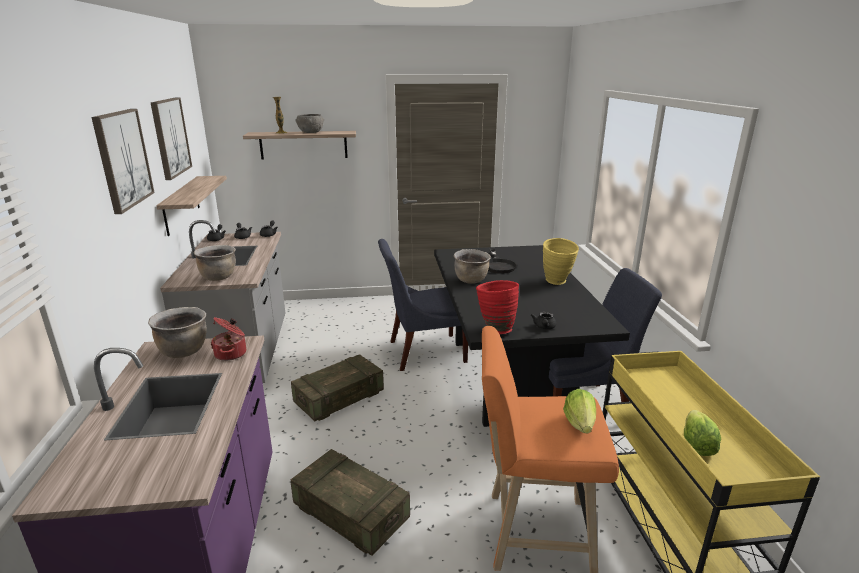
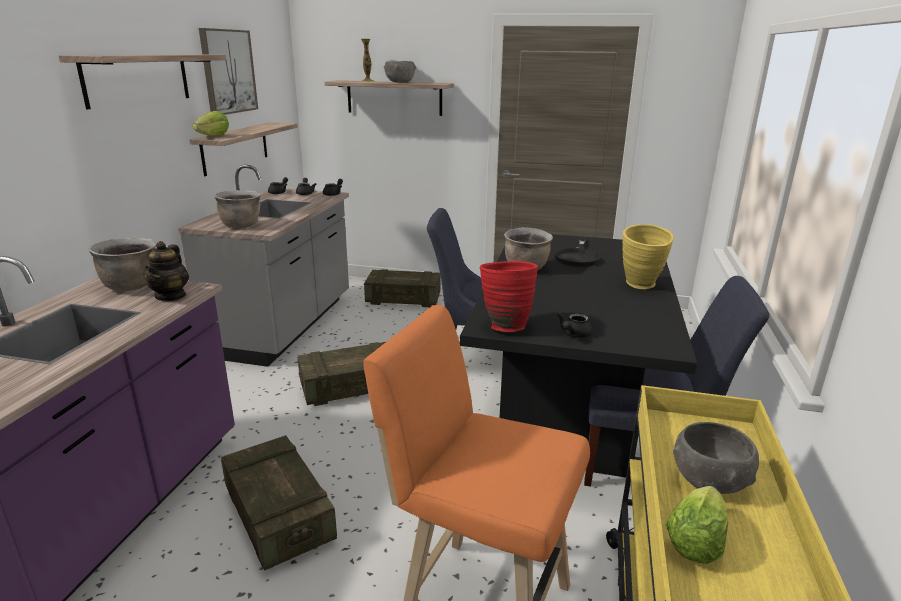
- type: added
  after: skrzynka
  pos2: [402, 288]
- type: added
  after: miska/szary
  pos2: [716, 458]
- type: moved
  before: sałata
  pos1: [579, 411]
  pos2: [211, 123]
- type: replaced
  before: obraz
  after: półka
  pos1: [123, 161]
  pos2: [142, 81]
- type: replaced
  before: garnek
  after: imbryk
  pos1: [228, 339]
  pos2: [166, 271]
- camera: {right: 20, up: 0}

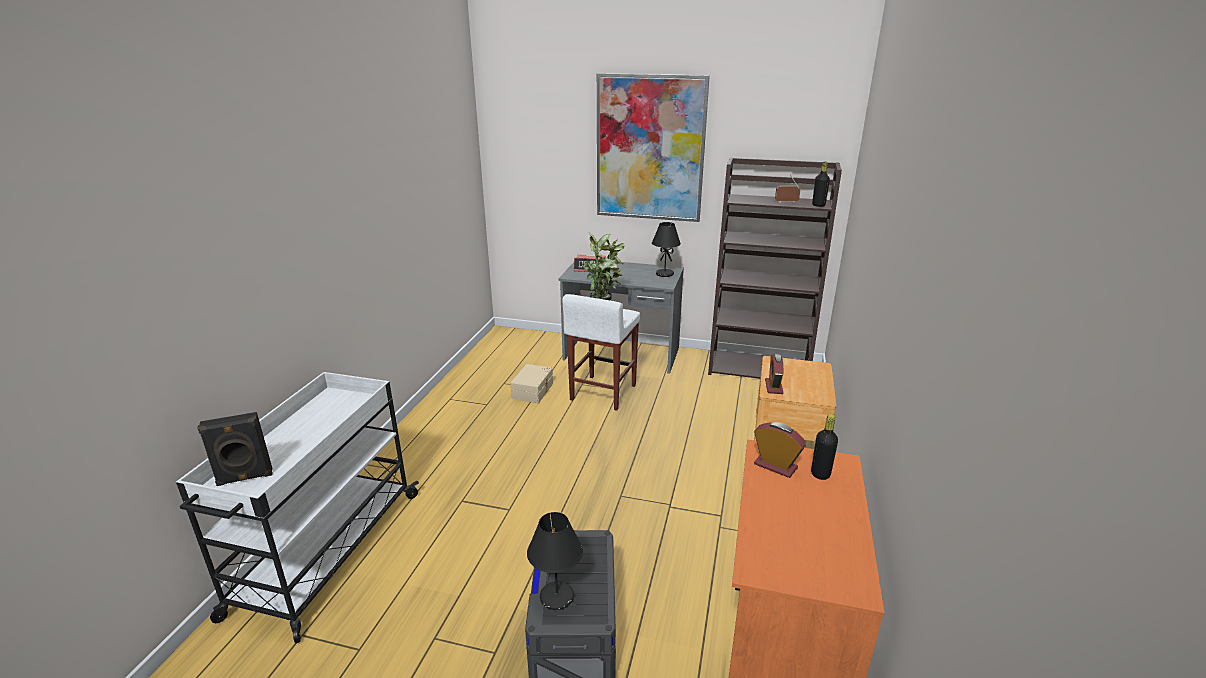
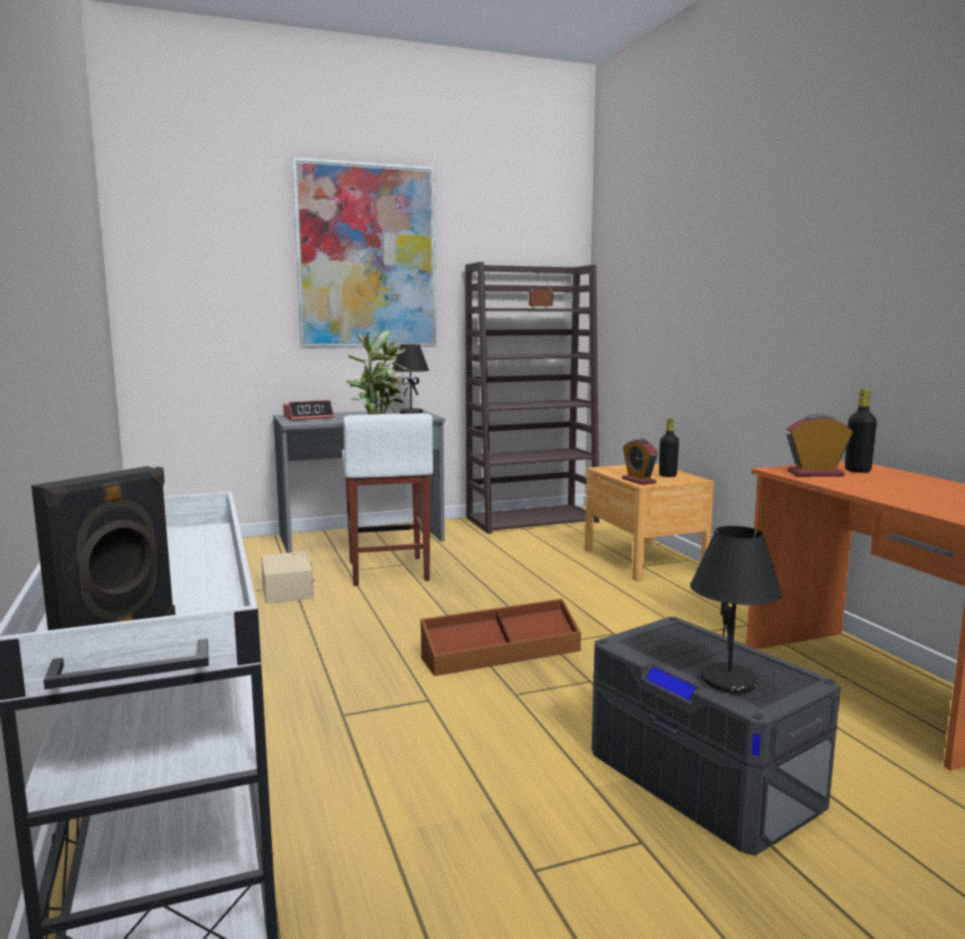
- type: added
  after: pojemnik do przechowywania/brązowy
  pos2: [501, 637]
- type: moved
  before: butelka/czarny
  pos1: [821, 184]
  pos2: [669, 447]
- camera: {right: -35, up: -15}

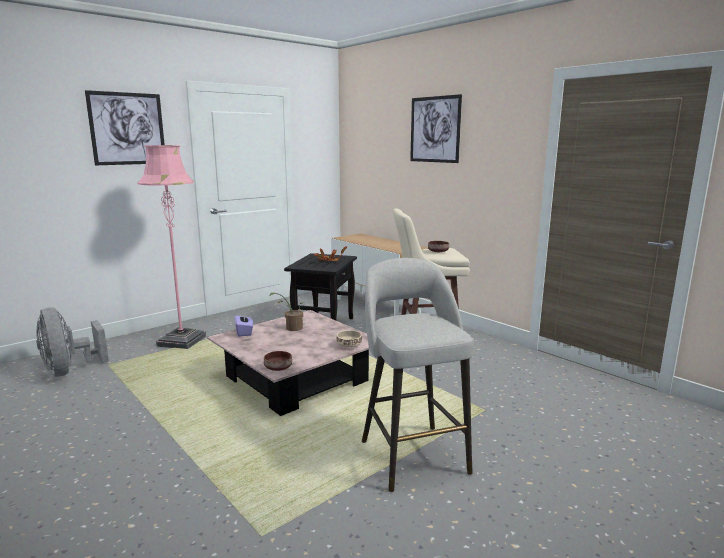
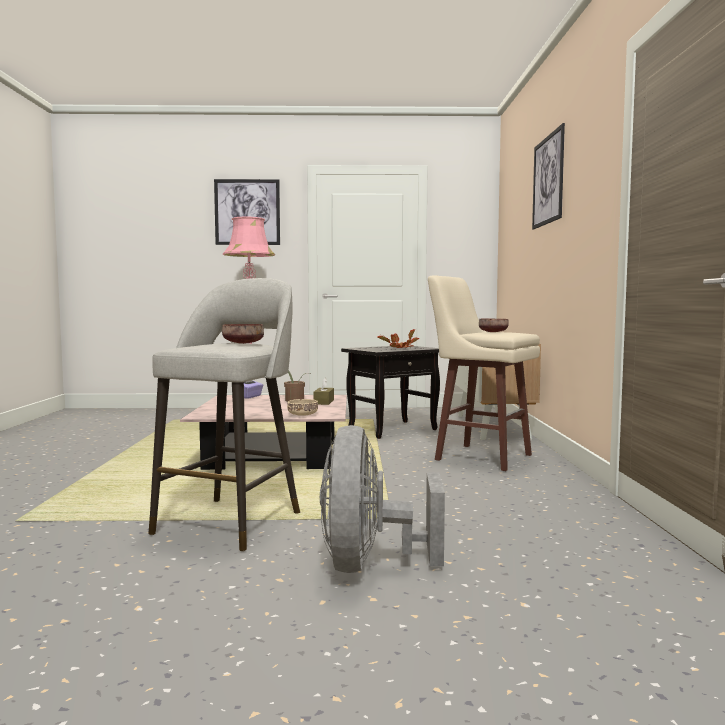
- type: added
  after: pudełko chusteczek/brązowy
  pos2: [323, 391]
- type: moved
  before: wentylator/szary
  pos1: [72, 342]
  pos2: [382, 499]
- type: moved
  before: miska/brązowy
  pos1: [278, 361]
  pos2: [243, 334]
- camera: {right: 40, up: -10}

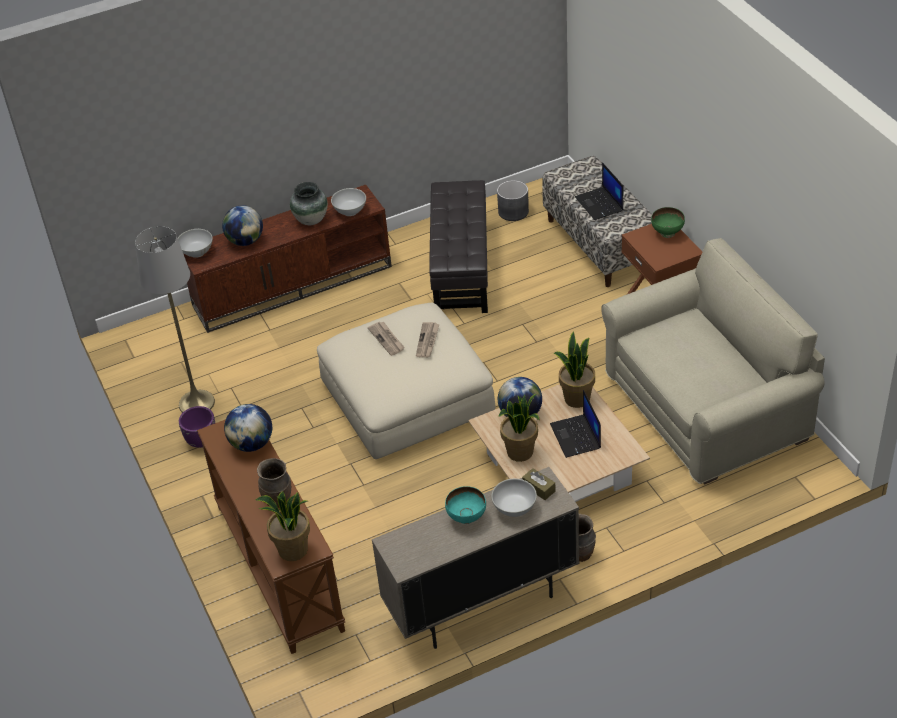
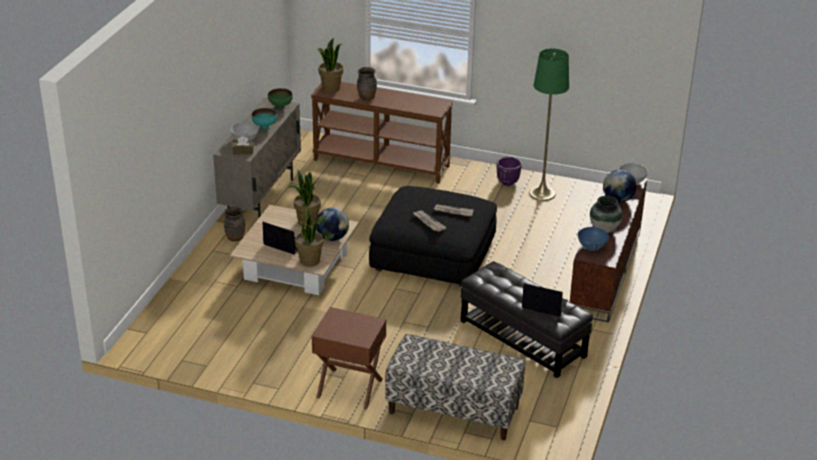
- type: removed
  before: globus
  pos1: [248, 428]
- type: removed
  before: donica/szary
  pos1: [513, 200]
- type: removed
  before: kanapa/beżowy
  pos1: [713, 361]
- type: moved
  before: laptop
  pos1: [599, 191]
  pos2: [545, 299]
- type: moved
  before: miska/zielony
  pos1: [668, 222]
  pos2: [280, 99]
- type: recoloured
  before: lampa stojąca/szary
  after: lampa stojąca/zielony
  pos1: [175, 319]
  pos2: [549, 124]
- type: recoloured
  before: pufa/beżowy
  after: pufa/czarny
  pos1: [406, 381]
  pos2: [433, 236]
- type: recoloured
  before: miska/biały
  after: miska/niebieski
  pos1: [348, 202]
  pos2: [593, 239]
- camera: {right: 130, up: -10}

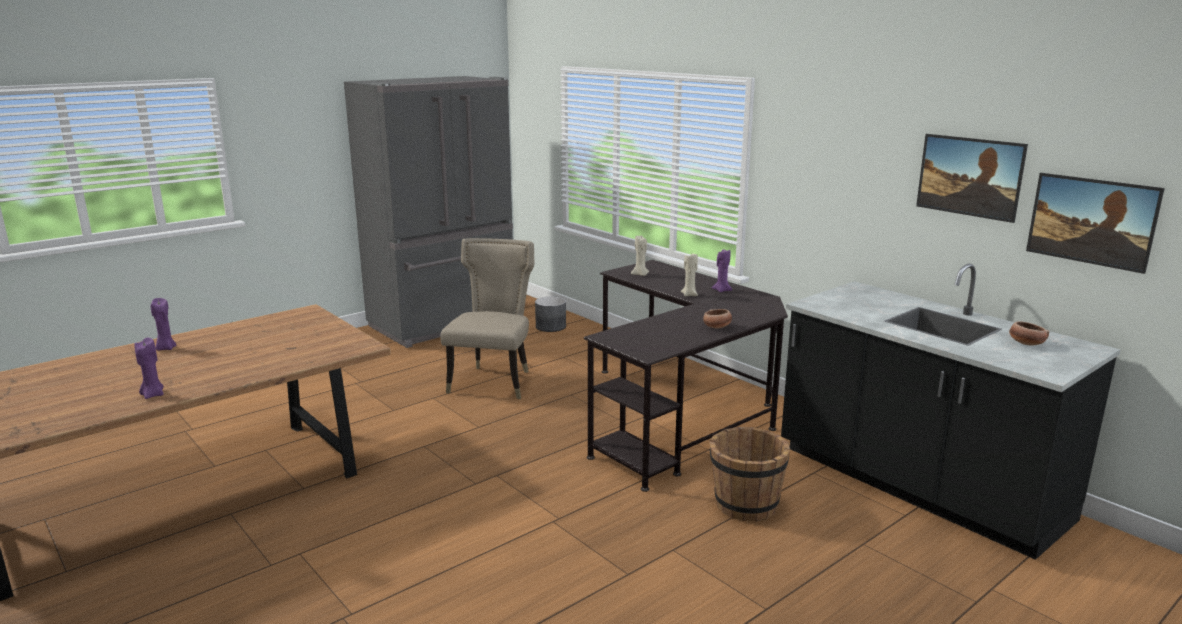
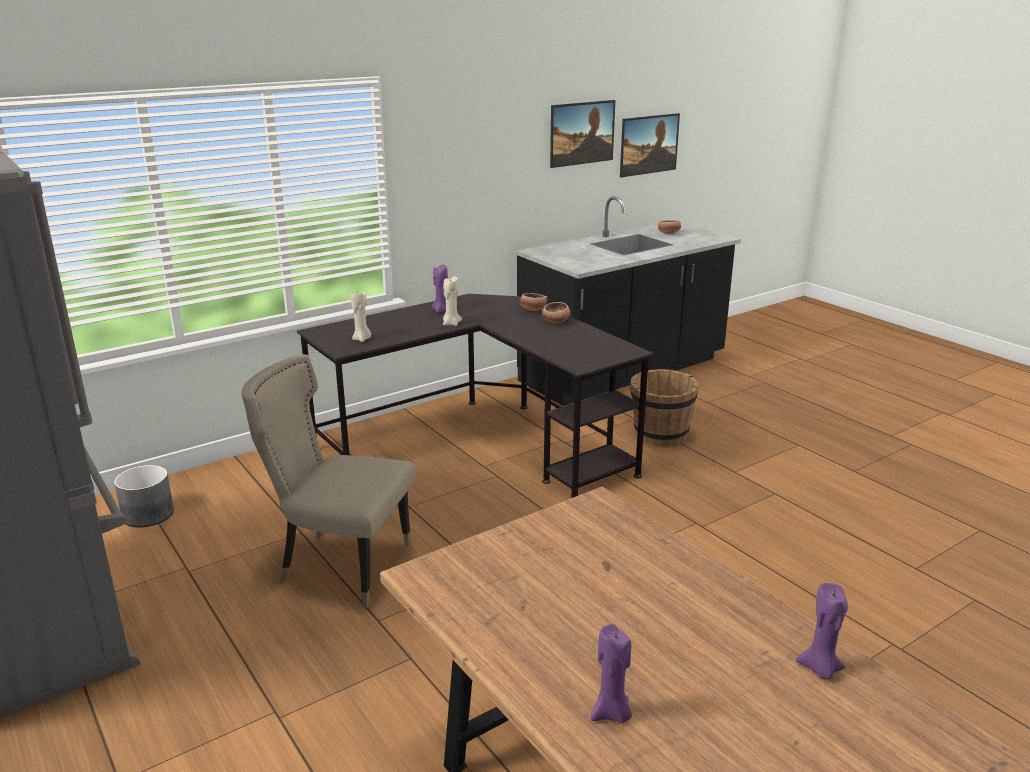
- type: added
  after: miska
  pos2: [533, 302]
- camera: {right: -85, up: 5}

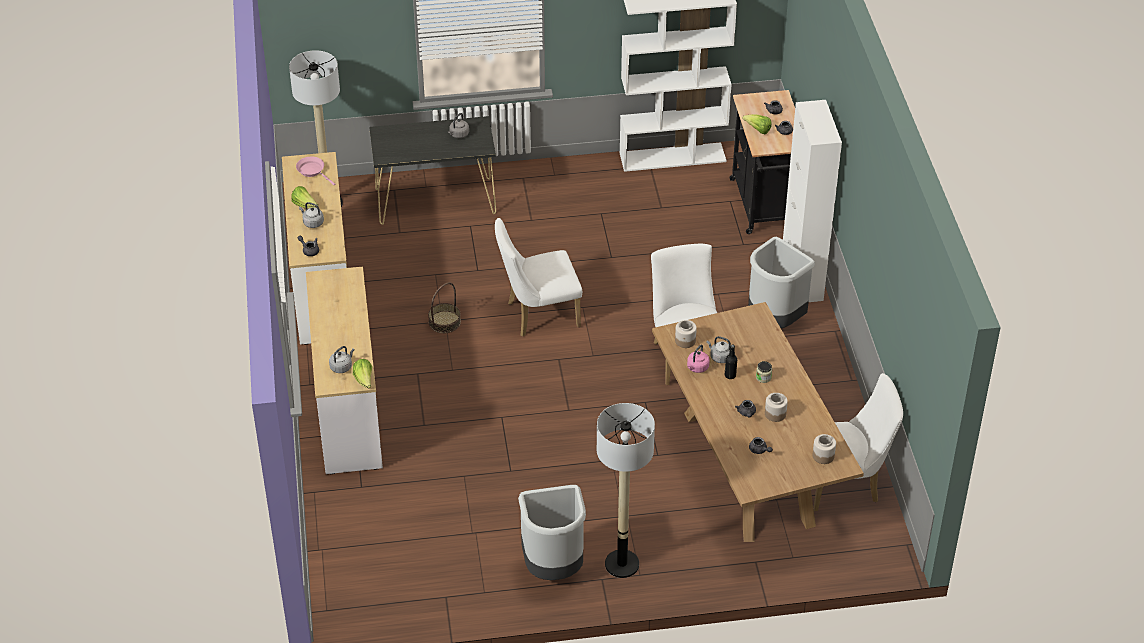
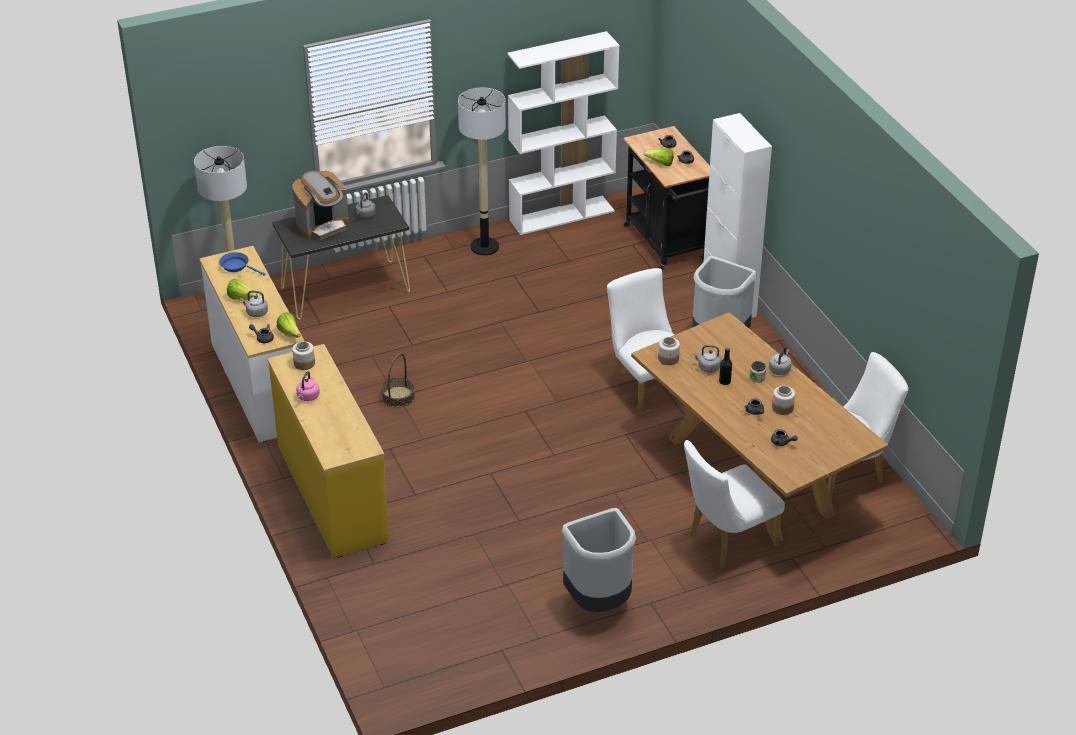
- type: added
  after: ekspres do kawy
  pos2: [320, 205]
- type: moved
  before: czajnik/szary
  pos1: [342, 359]
  pos2: [780, 361]
- type: moved
  before: sałata
  pos1: [362, 373]
  pos2: [289, 325]
- type: moved
  before: krzesło/biały
  pos1: [538, 277]
  pos2: [734, 504]
- type: moved
  before: lampa stojąca
  pos1: [626, 490]
  pos2: [482, 171]
- type: moved
  before: czajnik/różowy
  pos1: [698, 359]
  pos2: [308, 386]
- type: moved
  before: słoik
  pos1: [824, 449]
  pos2: [303, 355]
- type: recoloured
  before: patelnia/różowy
  after: patelnia/niebieski
  pos1: [315, 171]
  pos2: [242, 264]
- type: recoloured
  before: komoda/biały
  after: komoda/żółty
  pos1: [344, 370]
  pos2: [328, 451]
- camera: {right: -15, up: -5}

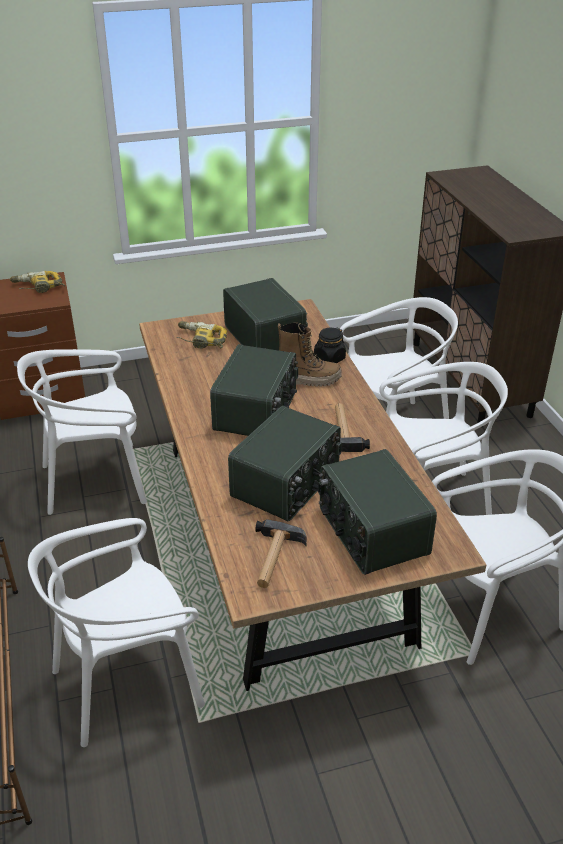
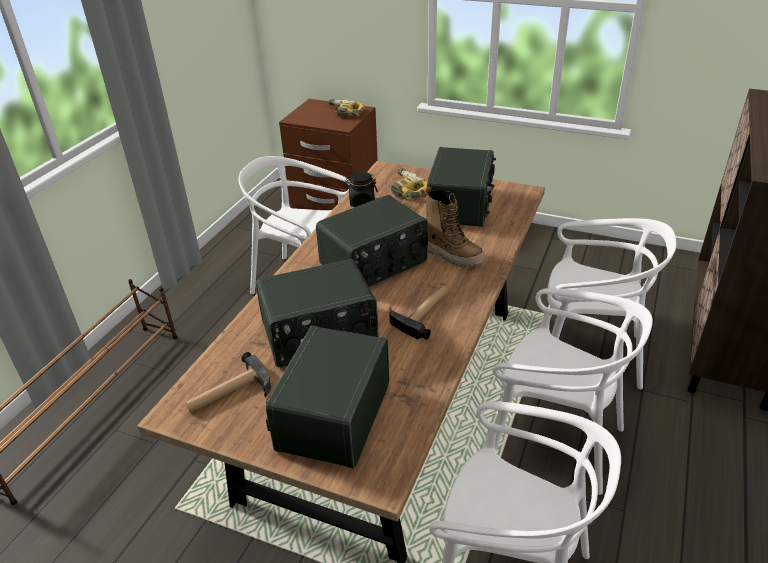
- type: removed
  before: krzesło/biały
  pos1: [116, 632]
- type: moved
  before: słoik/czarny
  pos1: [330, 345]
  pos2: [361, 189]
- camera: {right: 40, up: 0}

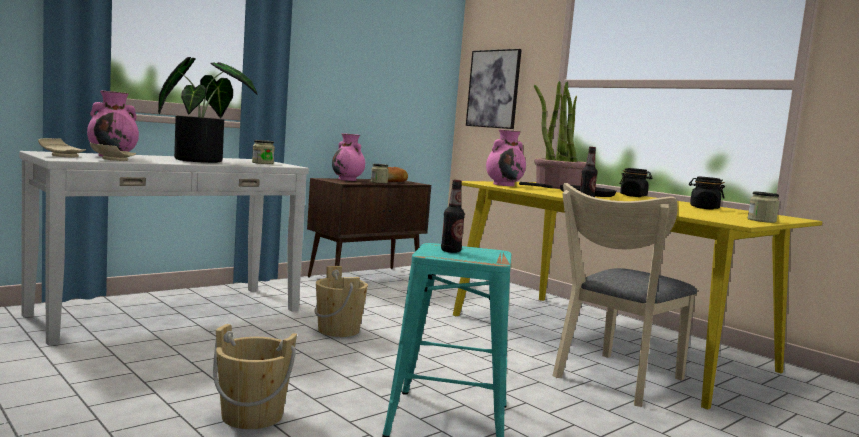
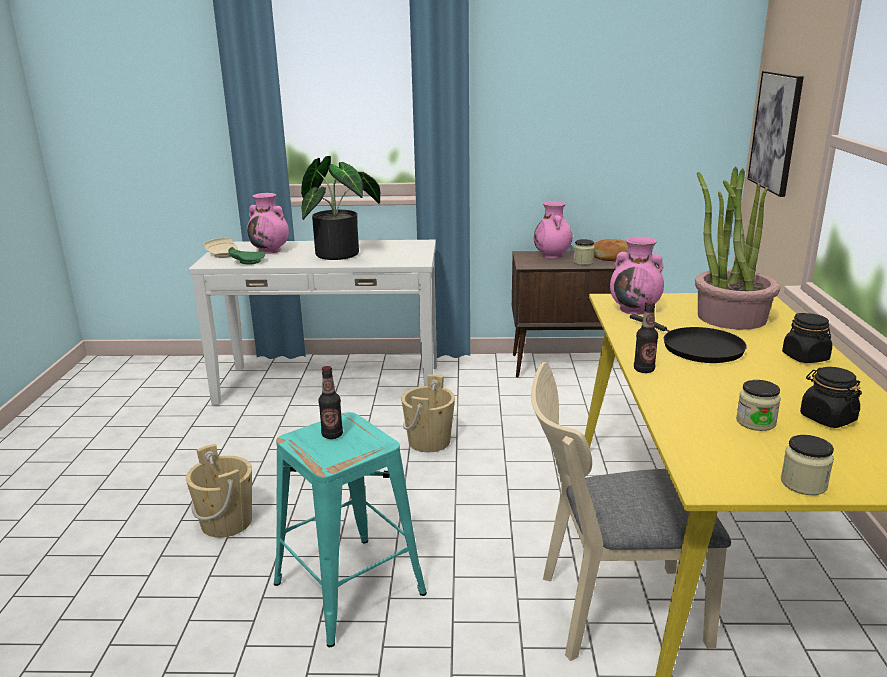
- type: moved
  before: słoik
  pos1: [263, 152]
  pos2: [758, 405]
- type: recoloured
  before: talerz/beżowy
  after: talerz/zielony
  pos1: [113, 151]
  pos2: [246, 256]
- camera: {right: 45, up: 15}

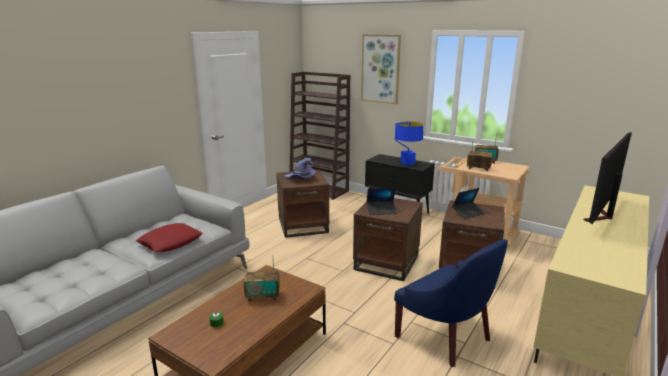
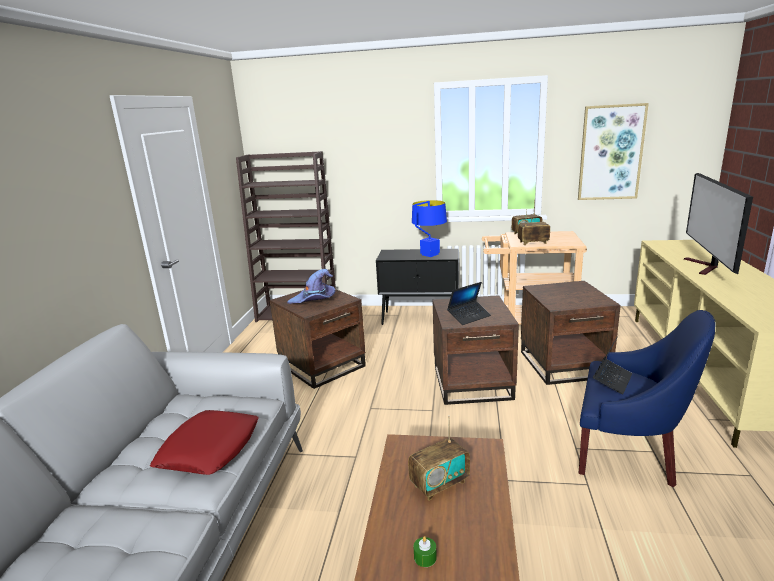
- type: moved
  before: obraz
  pos1: [381, 69]
  pos2: [613, 151]
- type: moved
  before: laptop
  pos1: [468, 203]
  pos2: [612, 365]
- camera: {right: -25, up: 0}

